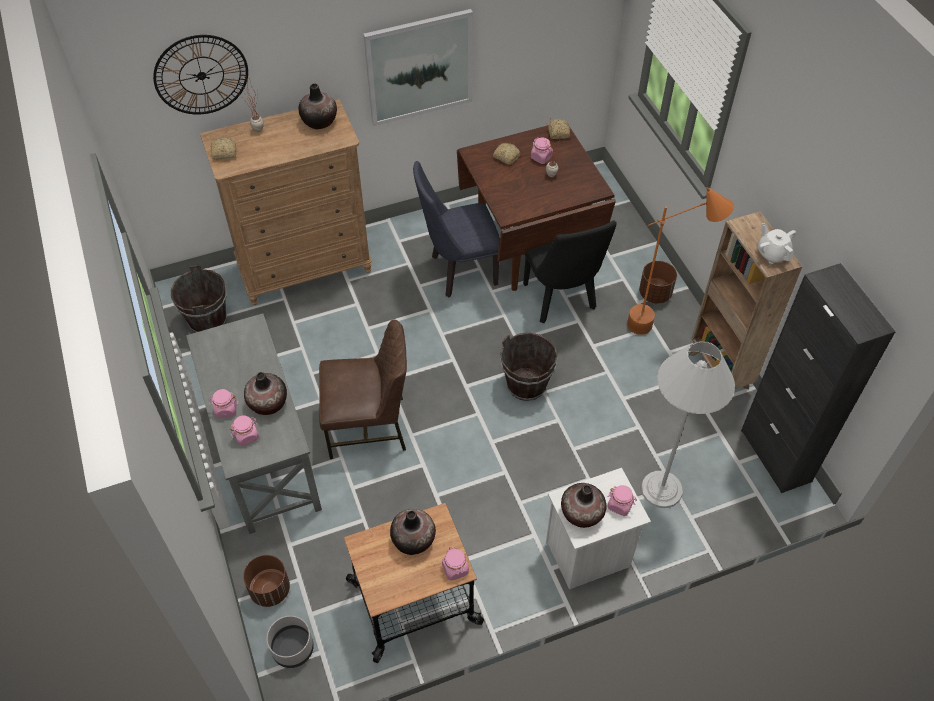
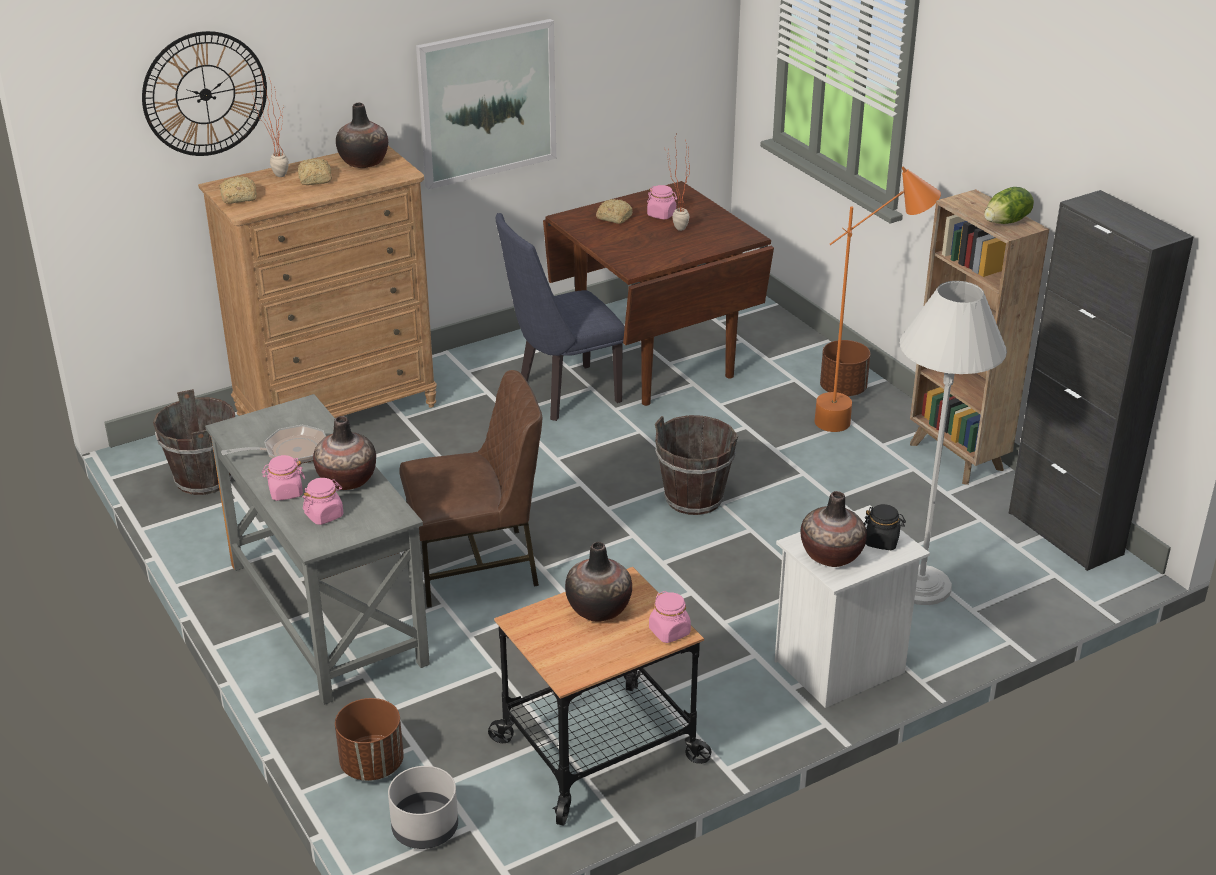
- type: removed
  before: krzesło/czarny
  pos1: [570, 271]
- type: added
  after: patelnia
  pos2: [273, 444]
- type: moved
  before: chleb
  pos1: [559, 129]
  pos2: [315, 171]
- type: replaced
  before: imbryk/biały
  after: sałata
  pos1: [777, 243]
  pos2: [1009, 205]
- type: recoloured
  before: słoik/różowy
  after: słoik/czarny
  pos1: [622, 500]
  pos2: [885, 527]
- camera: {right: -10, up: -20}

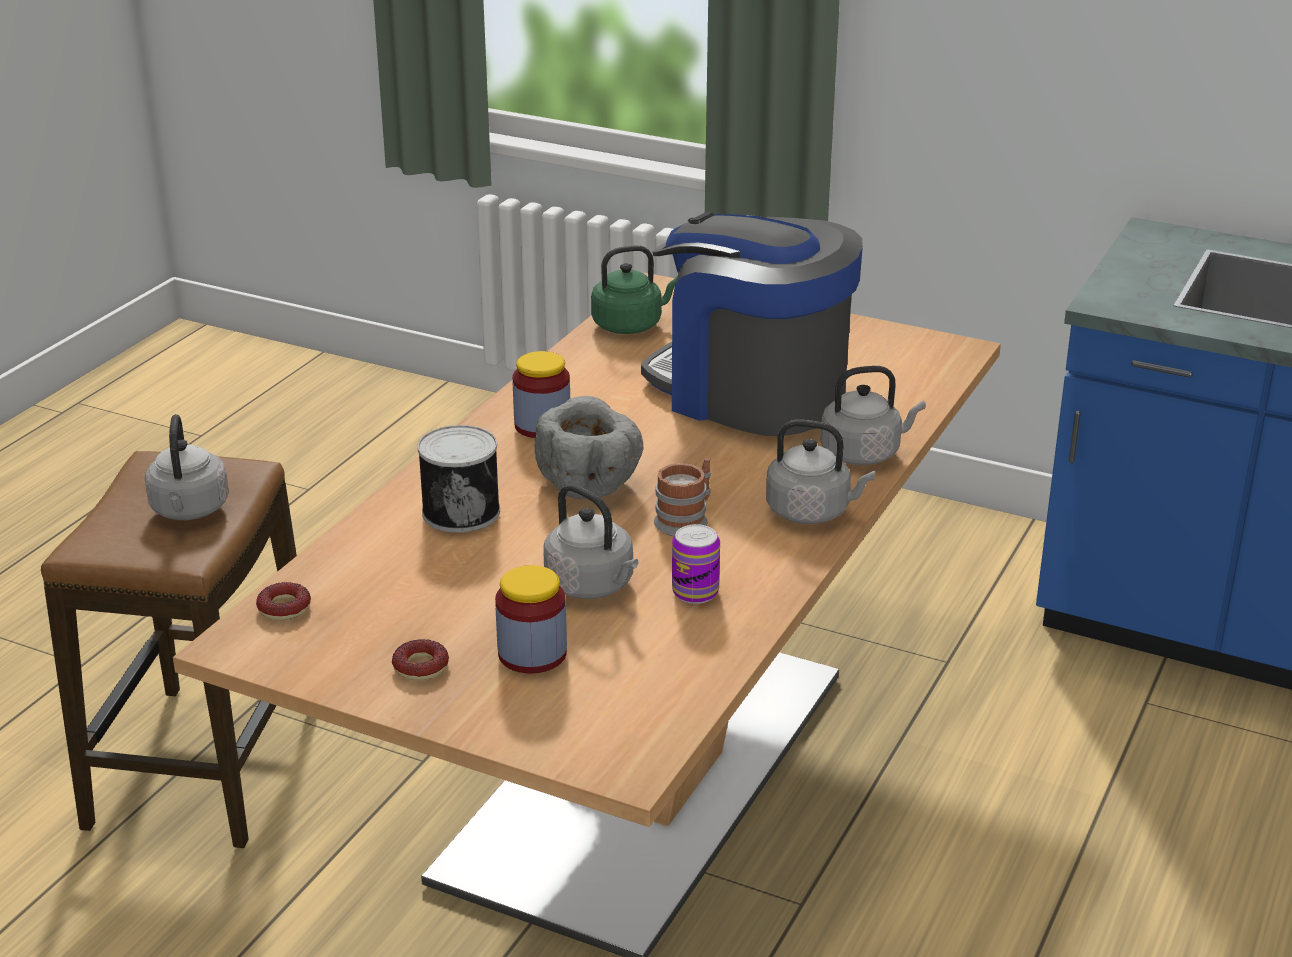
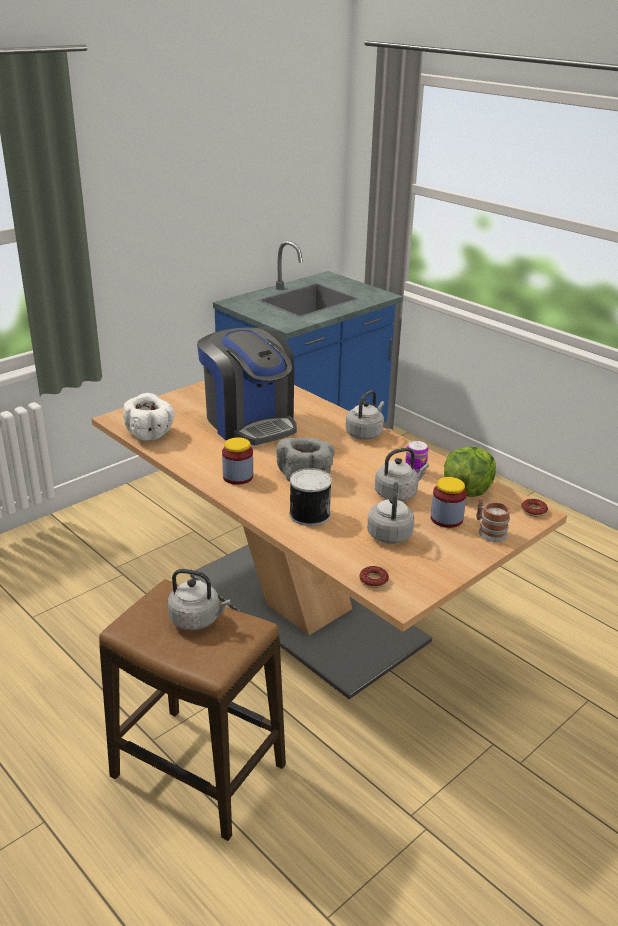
- type: added
  after: sałata
  pos2: [470, 471]
- type: moved
  before: donut
  pos1: [420, 660]
  pos2: [534, 508]
- type: moved
  before: kubek
  pos1: [682, 497]
  pos2: [493, 520]
- type: moved
  before: czajnik/szary
  pos1: [873, 415]
  pos2: [391, 513]
- type: replaced
  before: czajnik/zielony
  after: miska/biały
  pos1: [634, 289]
  pos2: [149, 417]
- type: turned
  before: ekspres do kawy
  pos1: [752, 324]
  pos2: [247, 386]
  turn: -90
- camera: {right: -70, up: 0}

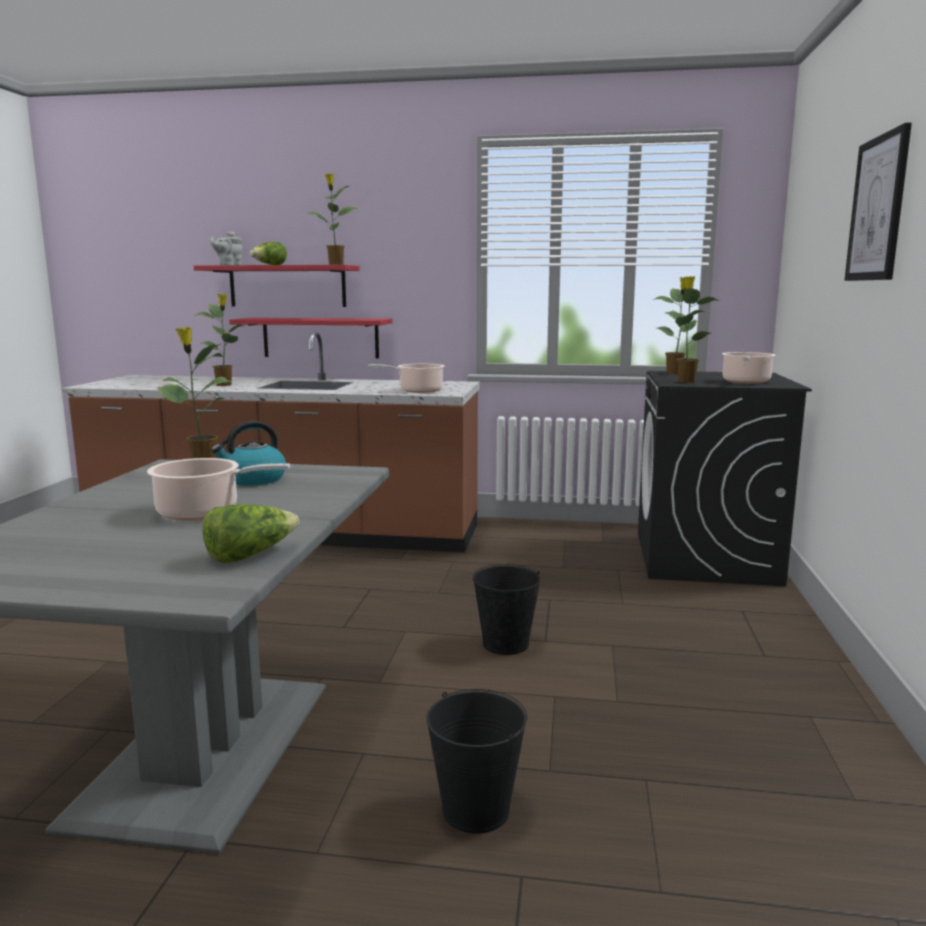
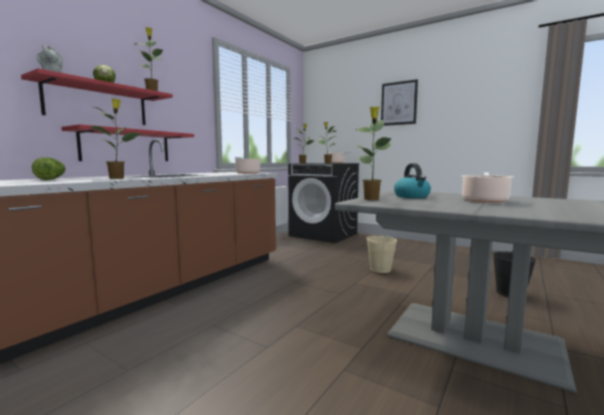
- type: moved
  before: sałata
  pos1: [250, 534]
  pos2: [49, 168]
- type: recoloured
  before: wiadro/czarny
  after: wiadro/beżowy
  pos1: [507, 609]
  pos2: [381, 253]
- camera: {right: -65, up: -5}

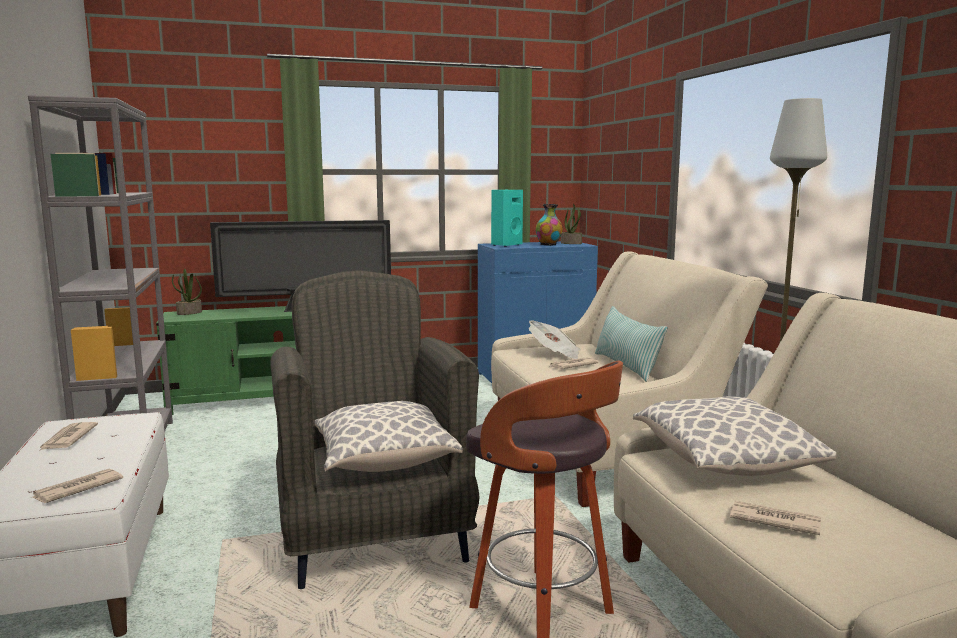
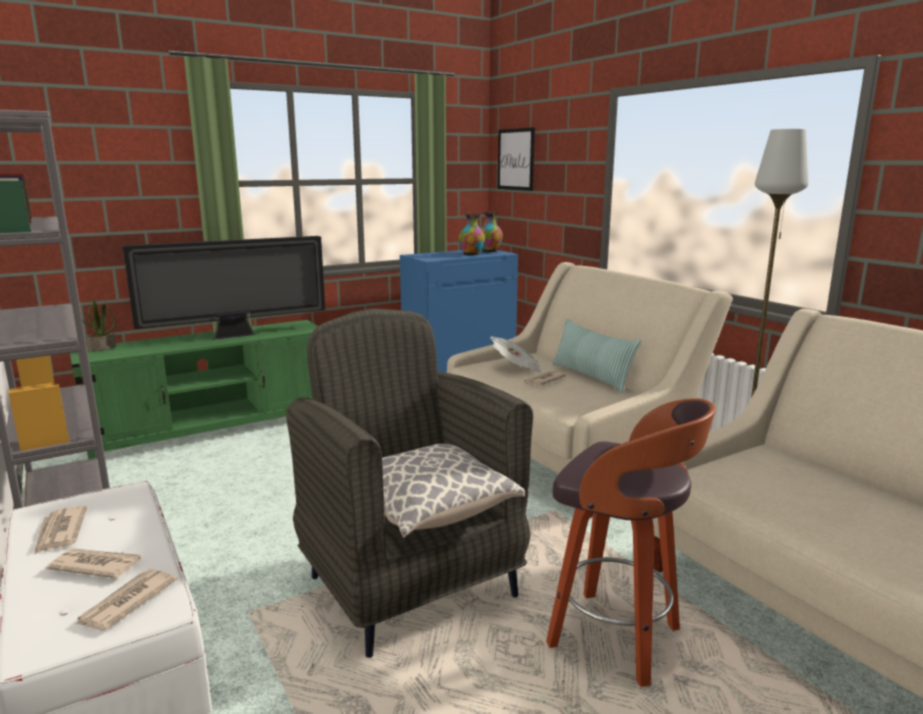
- type: removed
  before: głośnik/turkusowy
  pos1: [507, 218]
- type: removed
  before: poduszka
  pos1: [734, 436]
- type: added
  after: obraz
  pos2: [516, 159]
- type: moved
  before: gazeta
  pos1: [775, 518]
  pos2: [93, 563]
- type: replaced
  before: roślina doniczkowa
  after: wazon
  pos1: [571, 223]
  pos2: [491, 232]
- camera: {right: -15, up: 5}

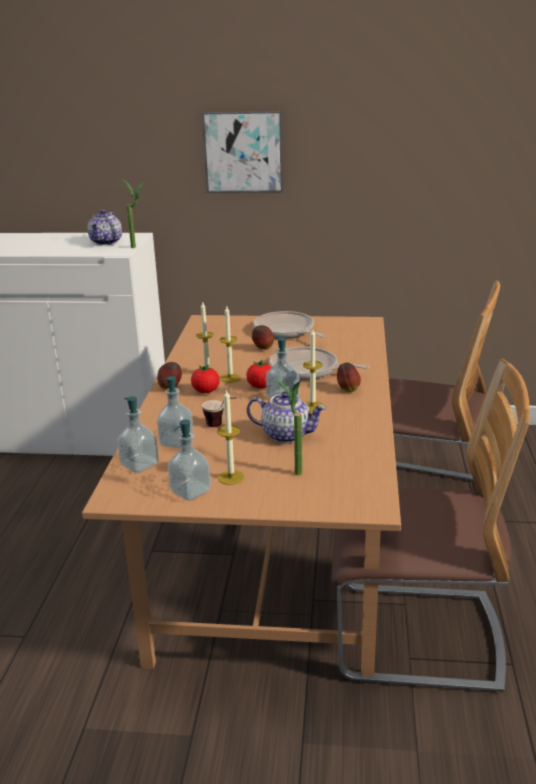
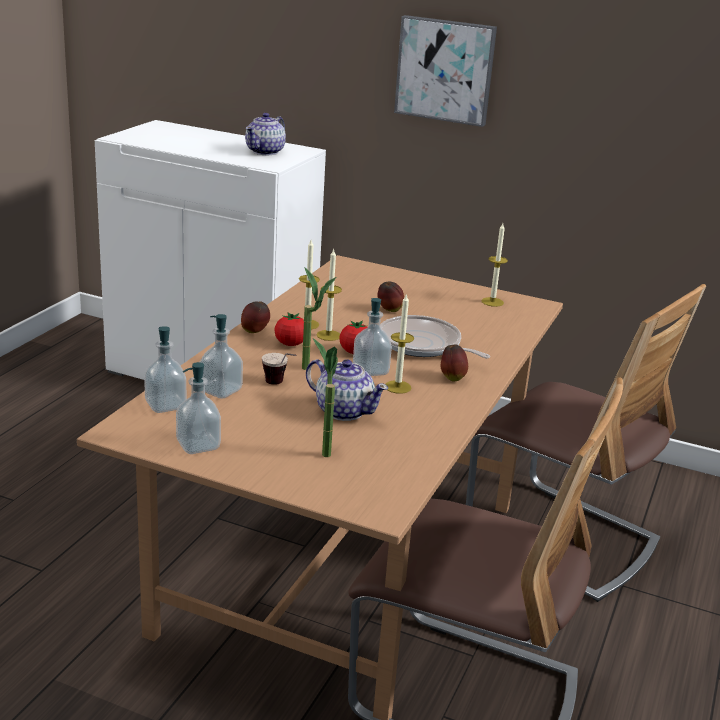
- type: removed
  before: patelnia
  pos1: [289, 324]
- type: moved
  before: roślina doniczkowa
  pos1: [133, 213]
  pos2: [319, 318]
- type: moved
  before: świeca
  pos1: [230, 437]
  pos2: [494, 265]
- camera: {right: 15, up: 0}

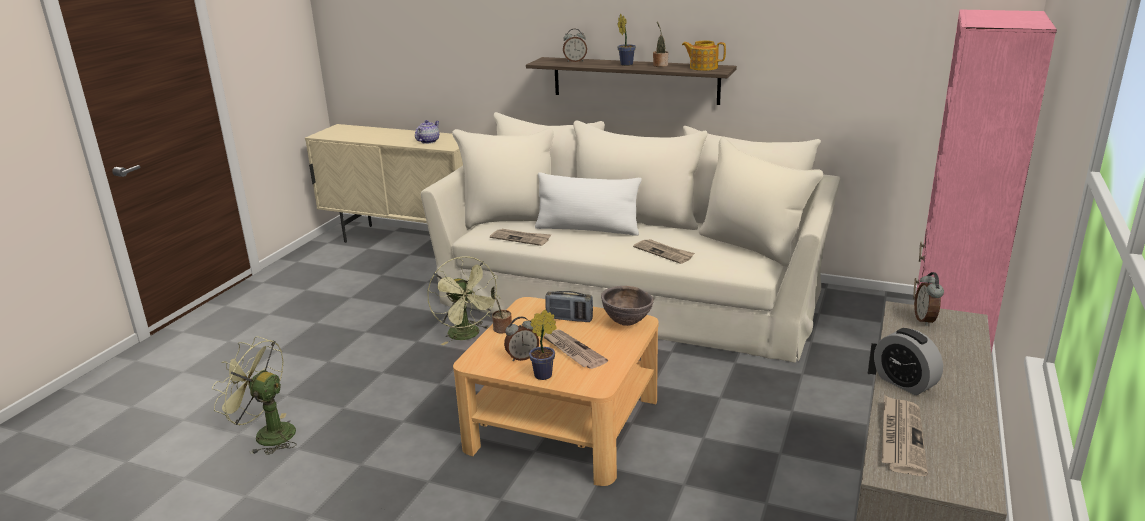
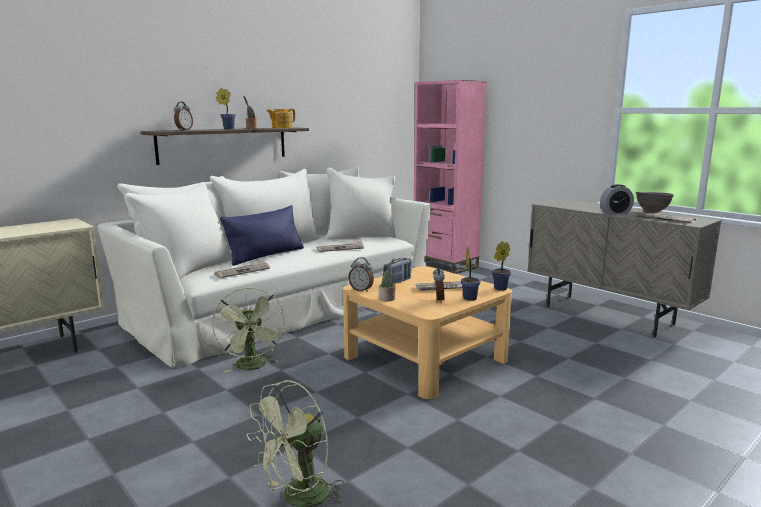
- type: removed
  before: imbryk
  pos1: [427, 132]
- type: added
  after: roślina doniczkowa
  pos2: [501, 266]
- type: moved
  before: miska/brązowy
  pos1: [627, 306]
  pos2: [655, 202]
- type: moved
  before: budzik
  pos1: [929, 299]
  pos2: [361, 274]
- type: recoloured
  before: poduszka/biały
  after: poduszka/niebieski
  pos1: [588, 204]
  pos2: [262, 235]
- type: turned
  before: wentylator/zielony
  pos1: [464, 300]
  pos2: [248, 330]
  turn: 75
- camera: {right: -65, up: -10}

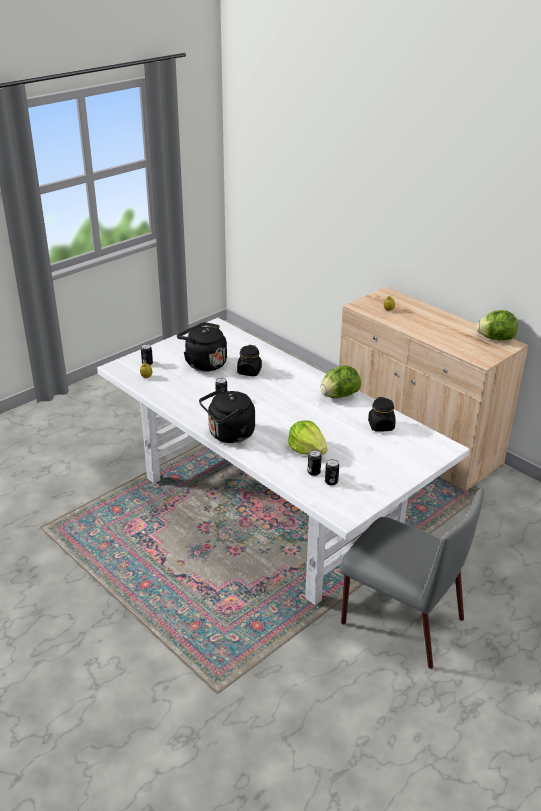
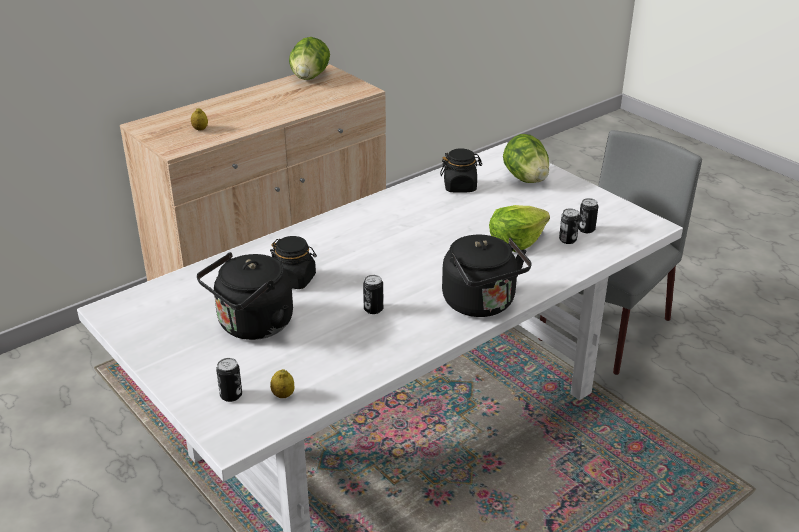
- type: moved
  before: sałata
  pos1: [340, 381]
  pos2: [526, 158]
- camera: {right: -85, up: 0}

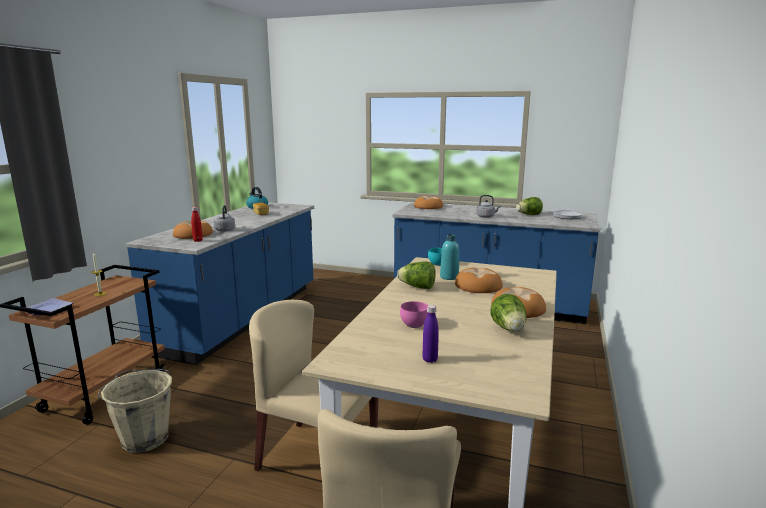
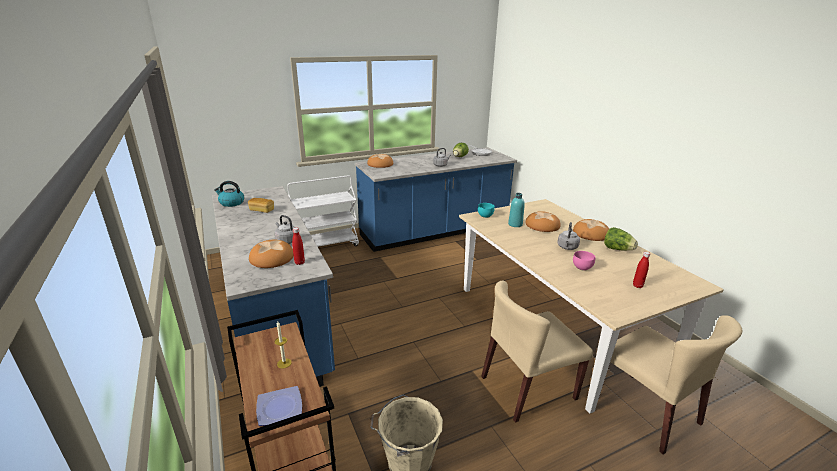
- type: removed
  before: sałata
  pos1: [416, 275]
- type: added
  after: wózek/biały
  pos2: [323, 211]
- type: added
  after: czajnik/szary
  pos2: [568, 236]
- type: recoloured
  before: butelka/fioletowy
  after: butelka/czerwony
  pos1: [430, 334]
  pos2: [641, 270]
- camera: {right: -45, up: 10}

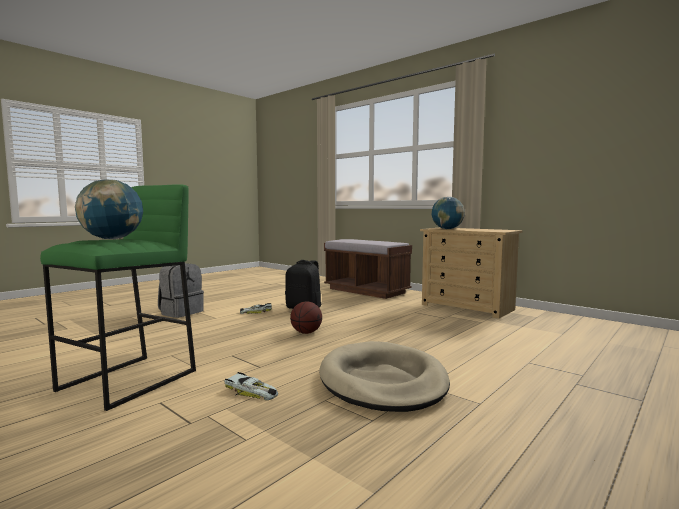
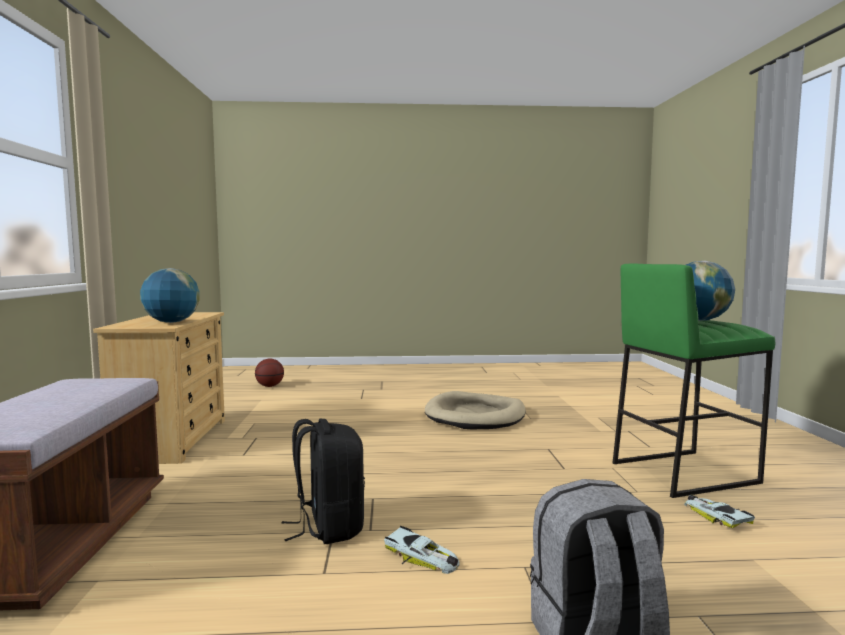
- type: moved
  before: samochodzik
  pos1: [251, 386]
  pos2: [719, 511]
- type: moved
  before: piłka do koszykówki
  pos1: [306, 317]
  pos2: [269, 373]
- camera: {right: -135, up: 0}

